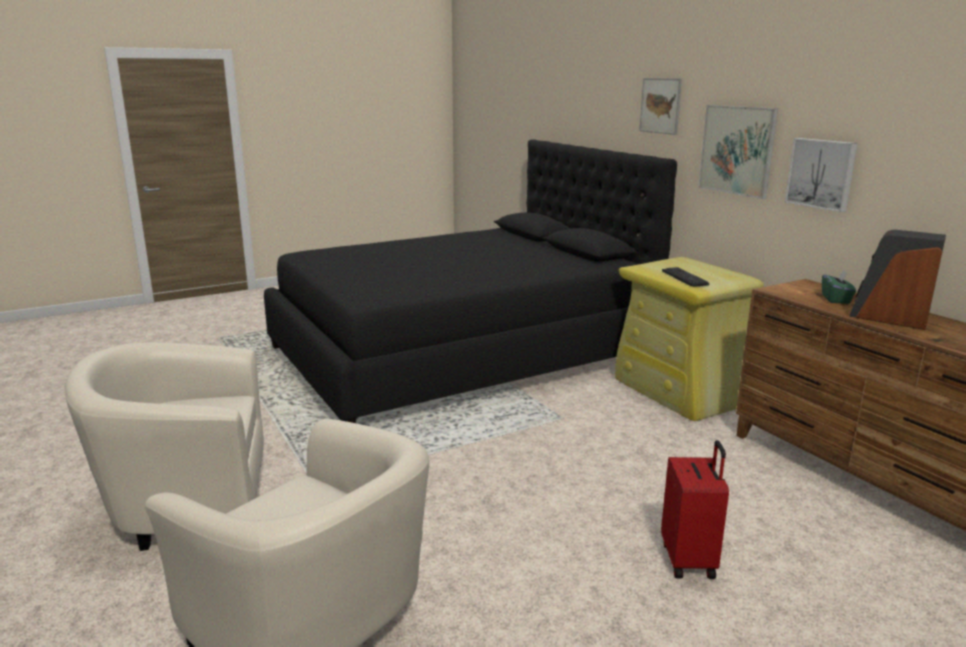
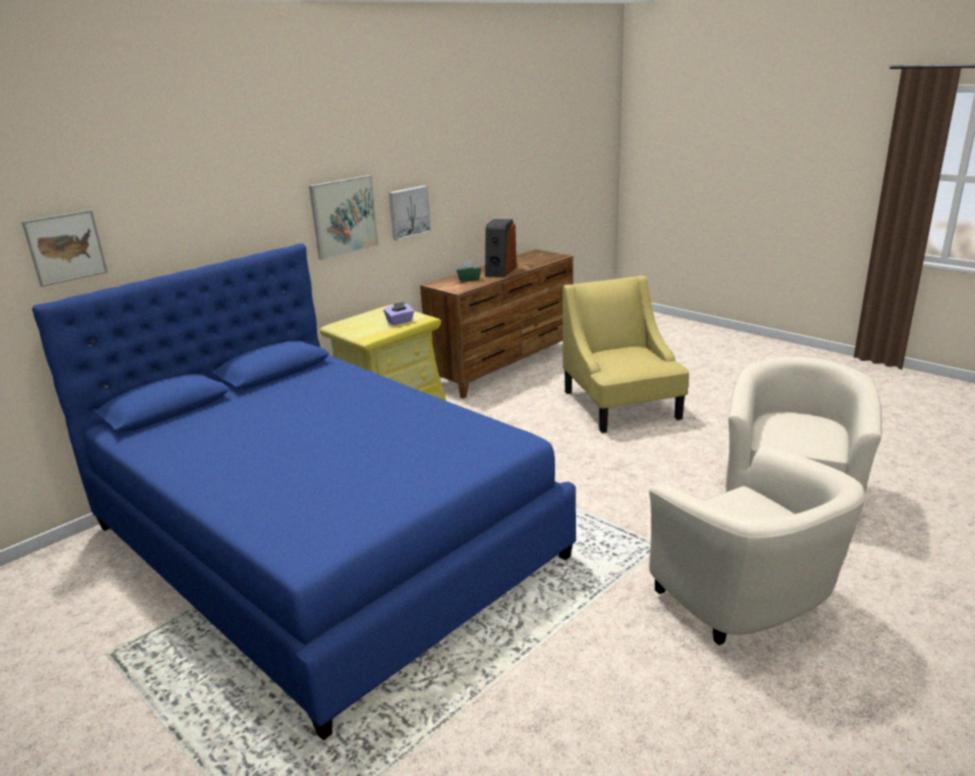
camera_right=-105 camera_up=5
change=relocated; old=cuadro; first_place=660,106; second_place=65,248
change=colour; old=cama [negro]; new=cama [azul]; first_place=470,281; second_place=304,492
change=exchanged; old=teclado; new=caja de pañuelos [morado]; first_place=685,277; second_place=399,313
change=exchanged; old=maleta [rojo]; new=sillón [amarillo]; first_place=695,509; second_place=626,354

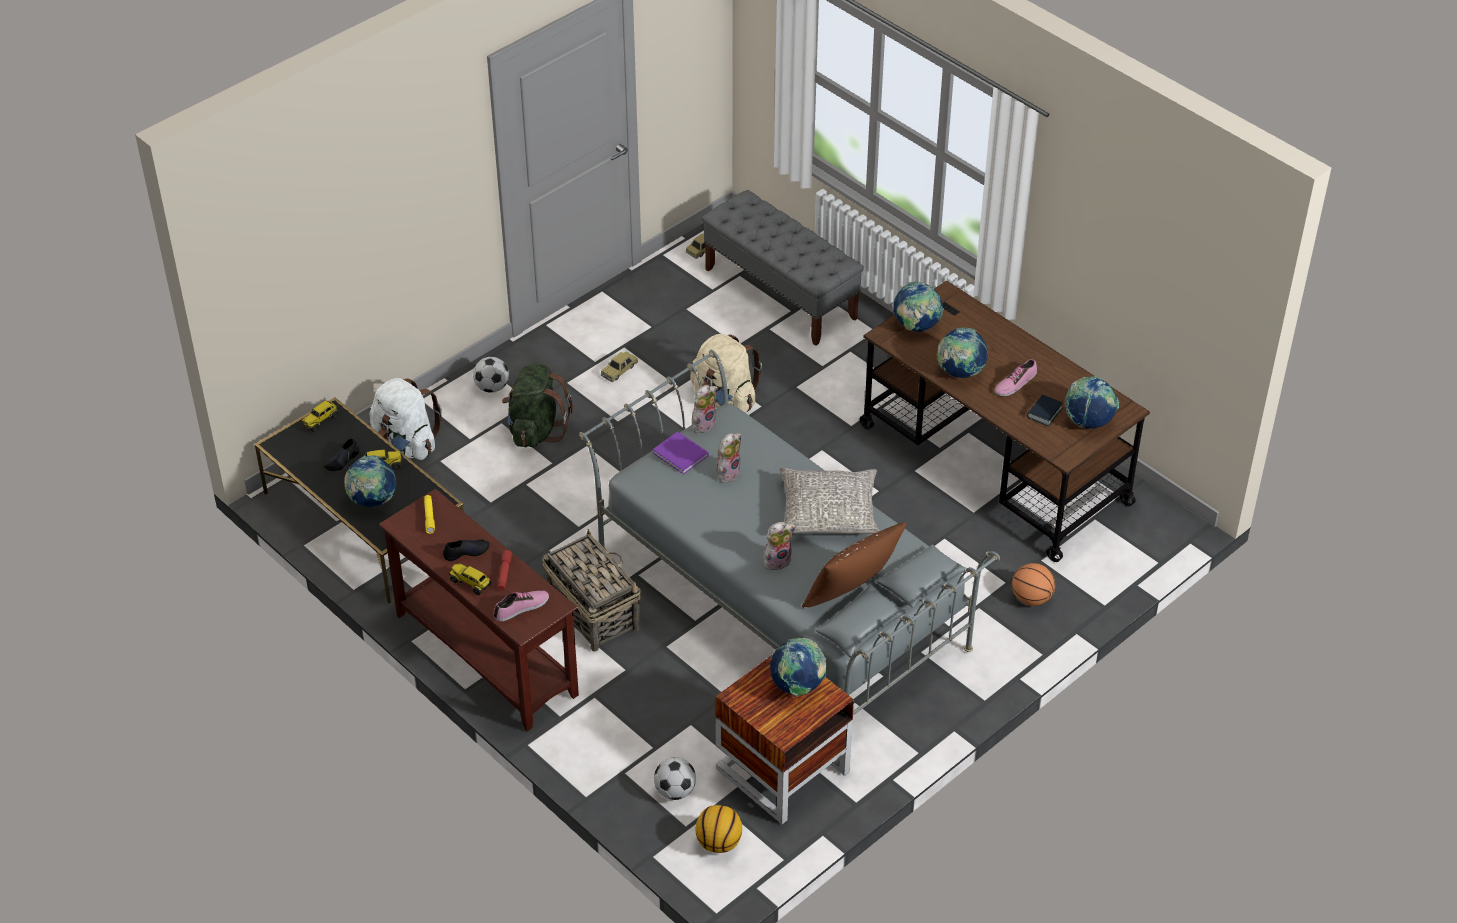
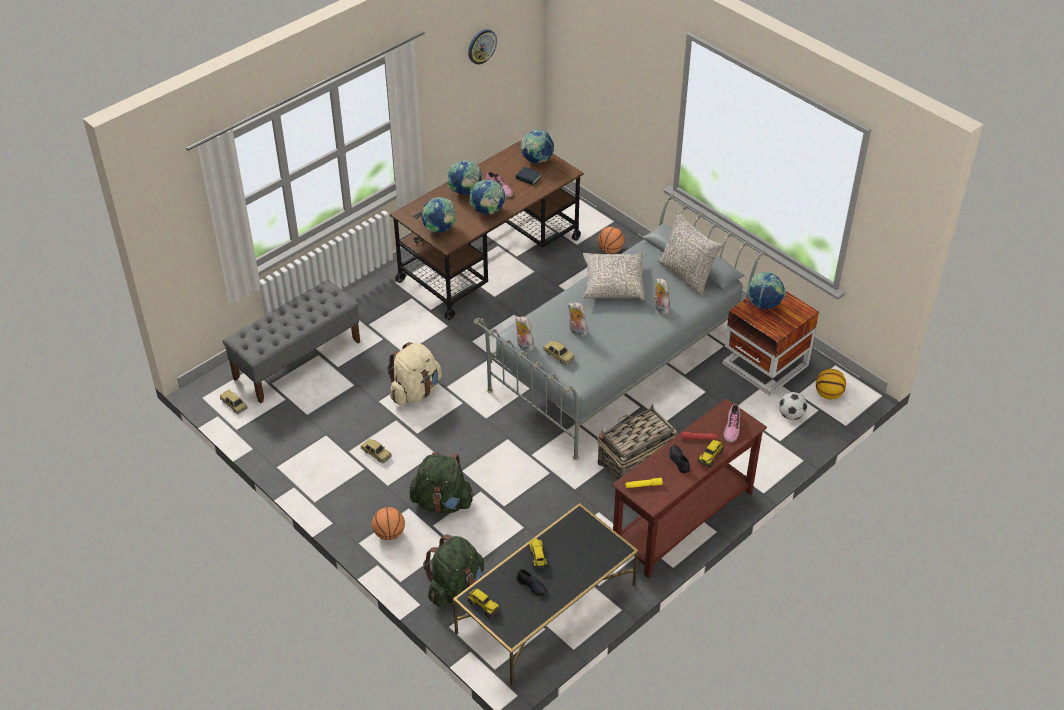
camera_right=-90 camera_up=0
change=exchanged; old=balón de fútbol; new=balón de baloncesto; first_place=491,375; second_place=388,523
change=colour; old=mochila [blanco]; new=mochila [verde]; first_place=406,419; second_place=453,570
change=relocated; old=globo terráqueo; first_place=370,481; second_place=464,177
change=appeared; new=reloj de pared; second_place=482,46
change=exchanged; old=libro [morado]; new=coche de juguete; first_place=681,452; second_place=559,353
change=colour; old=cojín [marrón]; new=cojín [gris]; first_place=854,565; second_place=690,253
change=spun; old=zapato; first_place=521,605; second_place=732,423; degrees=-135

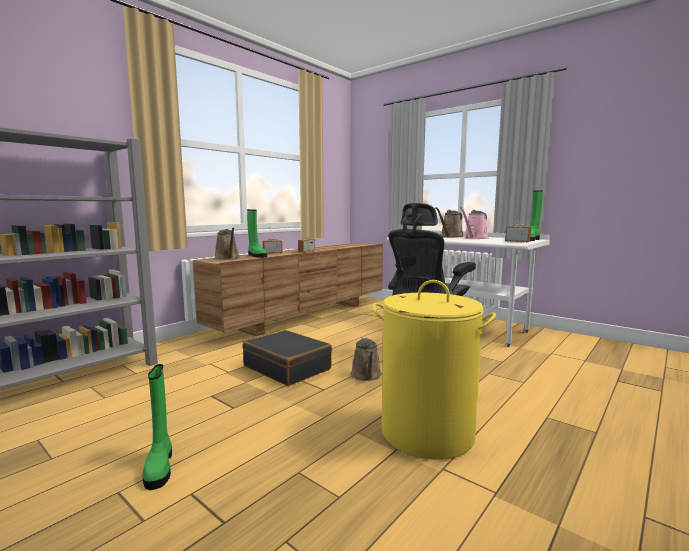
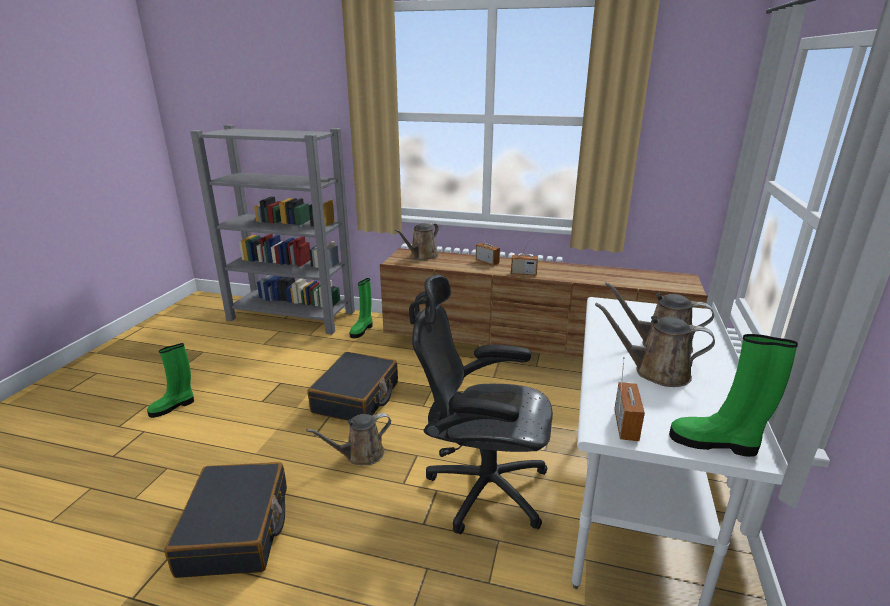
camera_right=65 camera_up=15
change=exchanged; old=cesto de la ropa [amarillo]; new=maleta [negro]; first_place=434,370; second_place=226,520
change=relocated; old=bota [verde]; first_place=257,233; second_place=361,308
change=colour; old=regadera [rosa]; new=regadera [marrón]; first_place=474,223; second_place=655,345

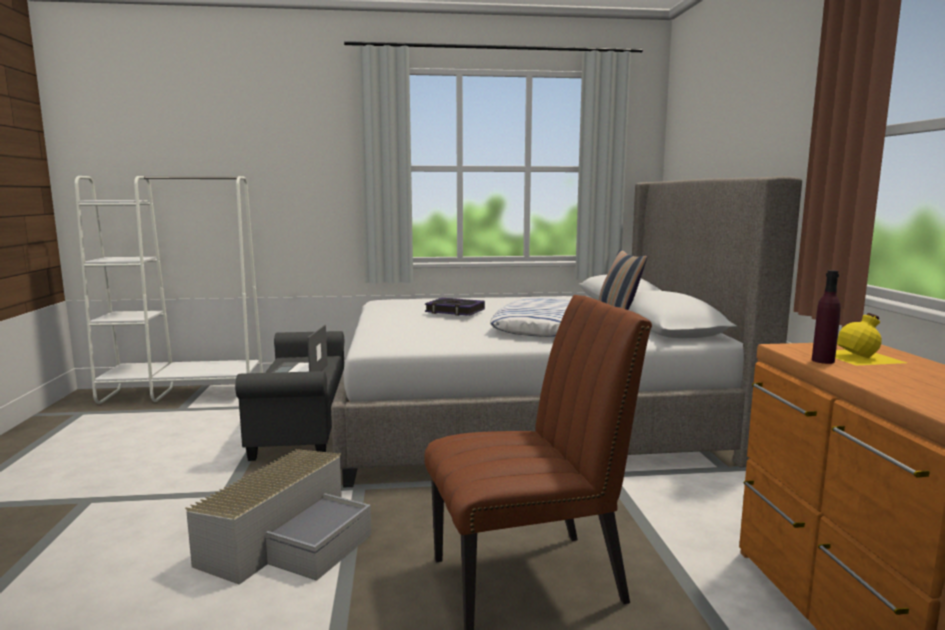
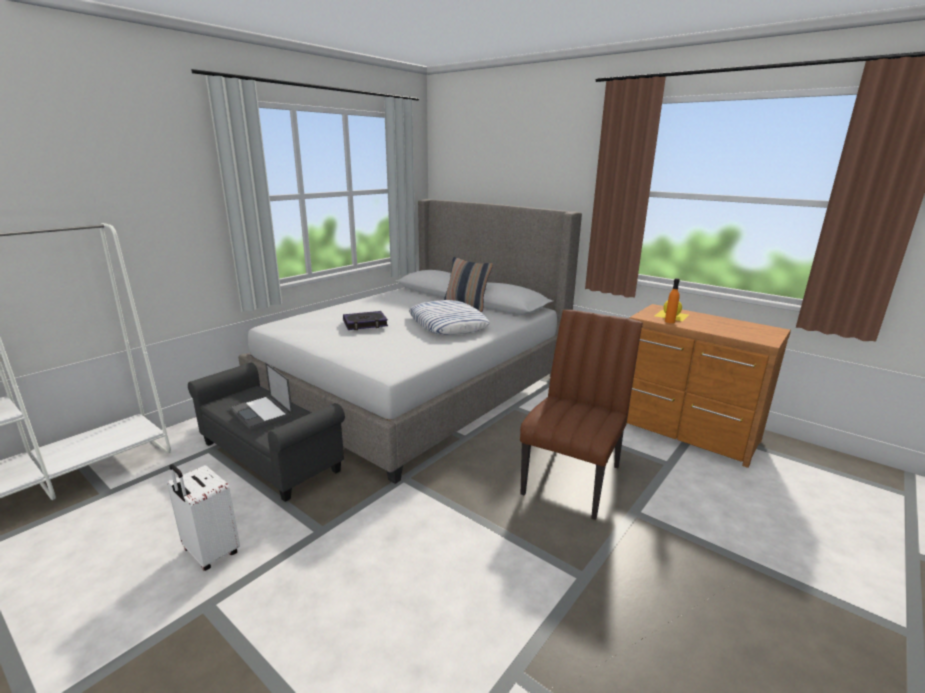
camera_right=-45 camera_up=10
change=appeared; new=maleta [blanco]; second_place=203,517
change=colour; old=botella [morado]; new=botella [naranja]; first_place=826,317; second_place=672,300
change=missing; old=caja de almacenaje [gris]; first_place=278,517

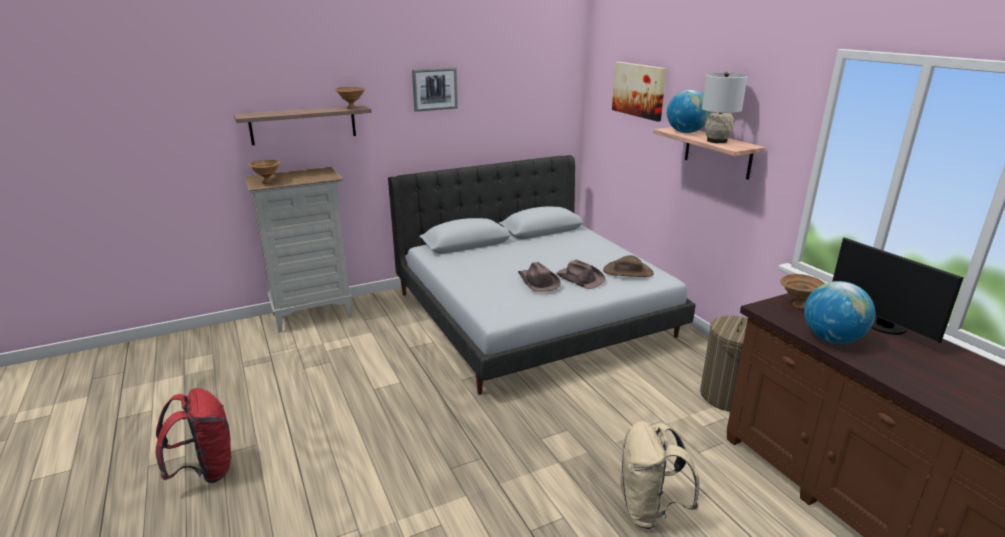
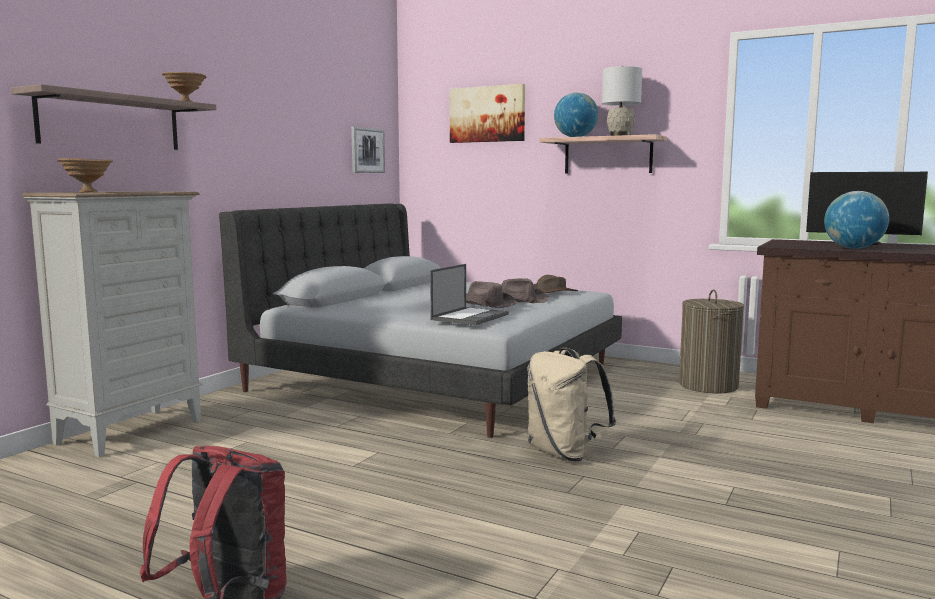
camera_right=-35 camera_up=-15
change=relocated; old=cuadro; first_place=435,90; second_place=368,150
change=appeared; new=portátil; second_place=469,294
change=relocated; old=mochila [beis]; first_place=659,475; second_place=571,404
change=missing; old=cuenco [marrón]; first_place=802,291

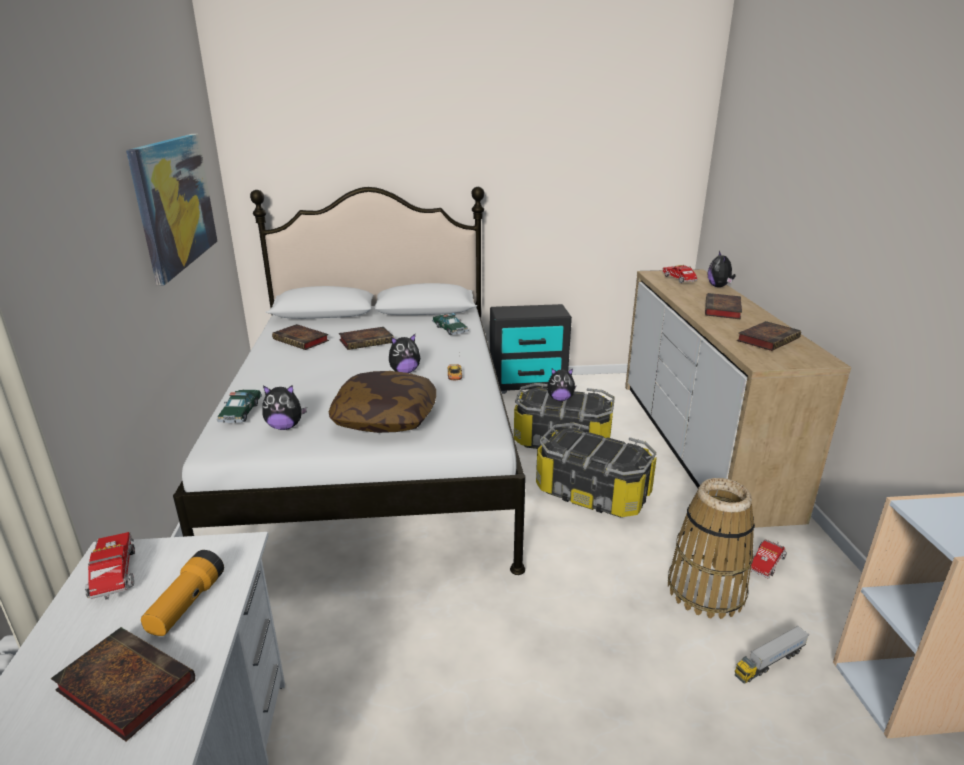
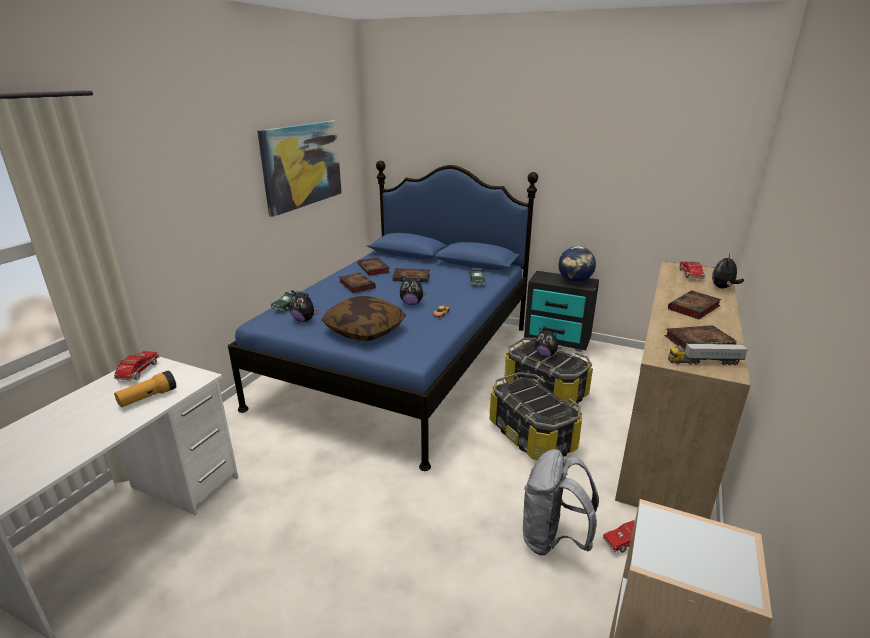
camera_right=30 camera_up=0
change=colour; old=cama [blanco]; new=cama [azul]; first_place=349,381; second_place=383,316
change=relocated; old=libro; first_place=122,684; second_place=357,283
change=exchanged; old=cesta; new=mochila [gris]; first_place=711,548; second_place=561,502
change=appeared; new=globo terráqueo; second_place=577,264
change=relocated; old=camión de juguete; first_place=772,654; second_place=708,354

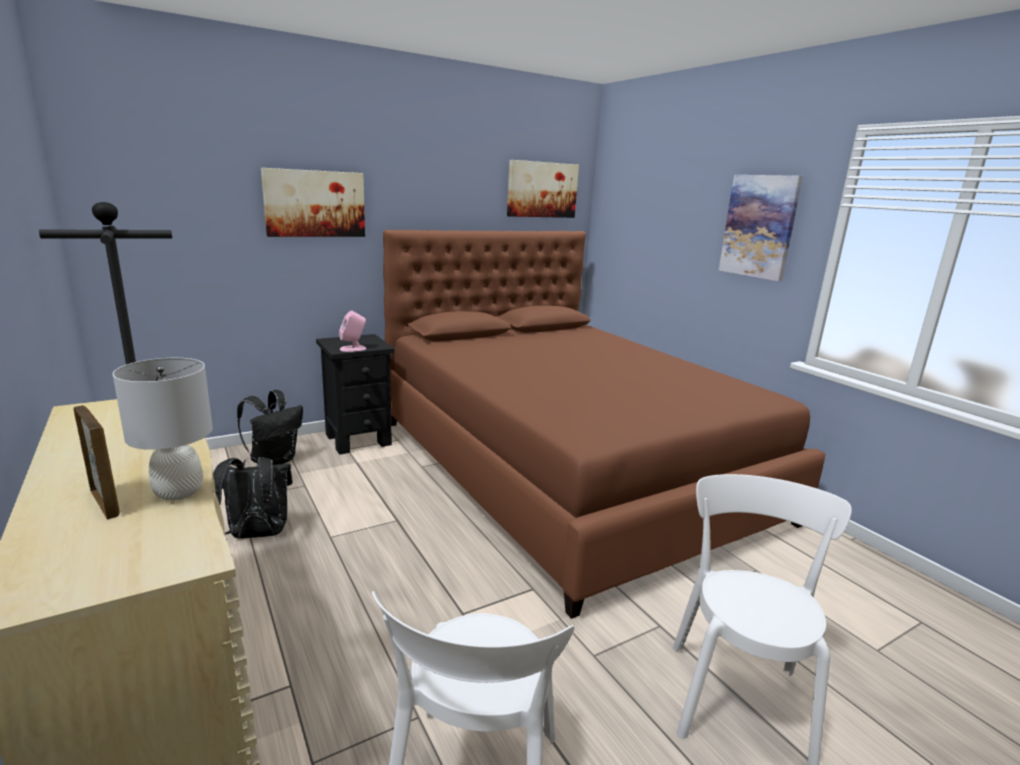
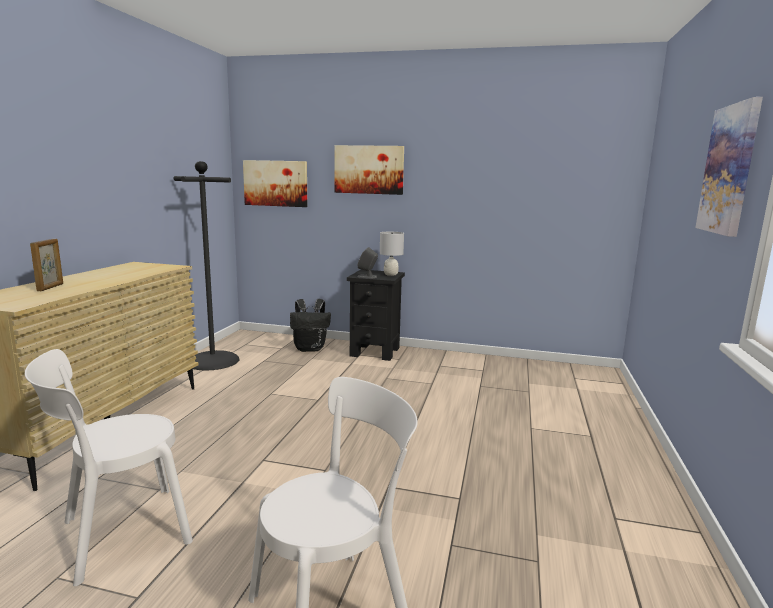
camera_right=45 camera_up=-5
change=relocated; old=cuadro; first_place=543,189; second_place=275,183
change=colour; old=altavoz [rosa]; new=altavoz [gris]; first_place=352,331; second_place=367,262
change=relocated; old=lámpara de mesa [gris]; first_place=163,429; second_place=392,254
change=missing; old=mochila [negro]; first_place=253,498
change=missing; old=cama [marrón]; first_place=604,424

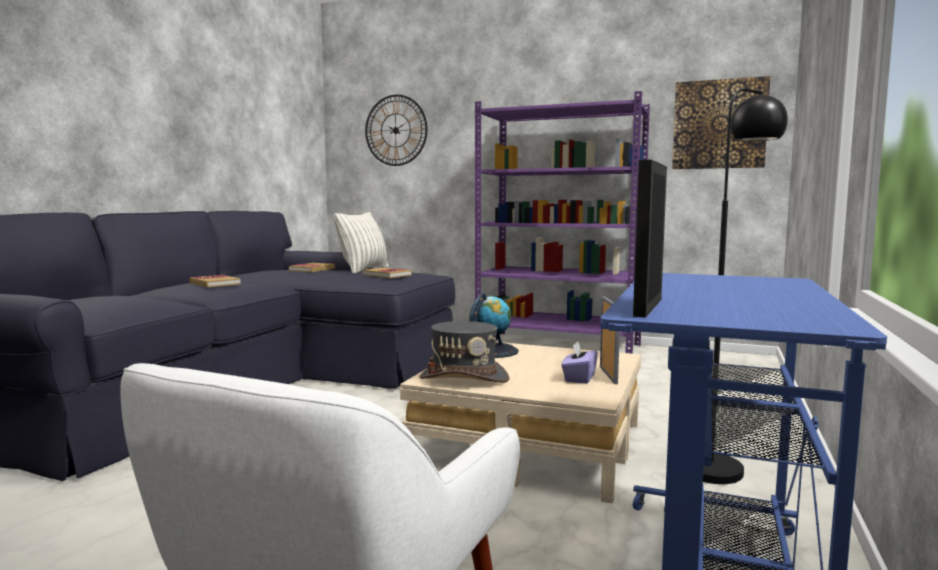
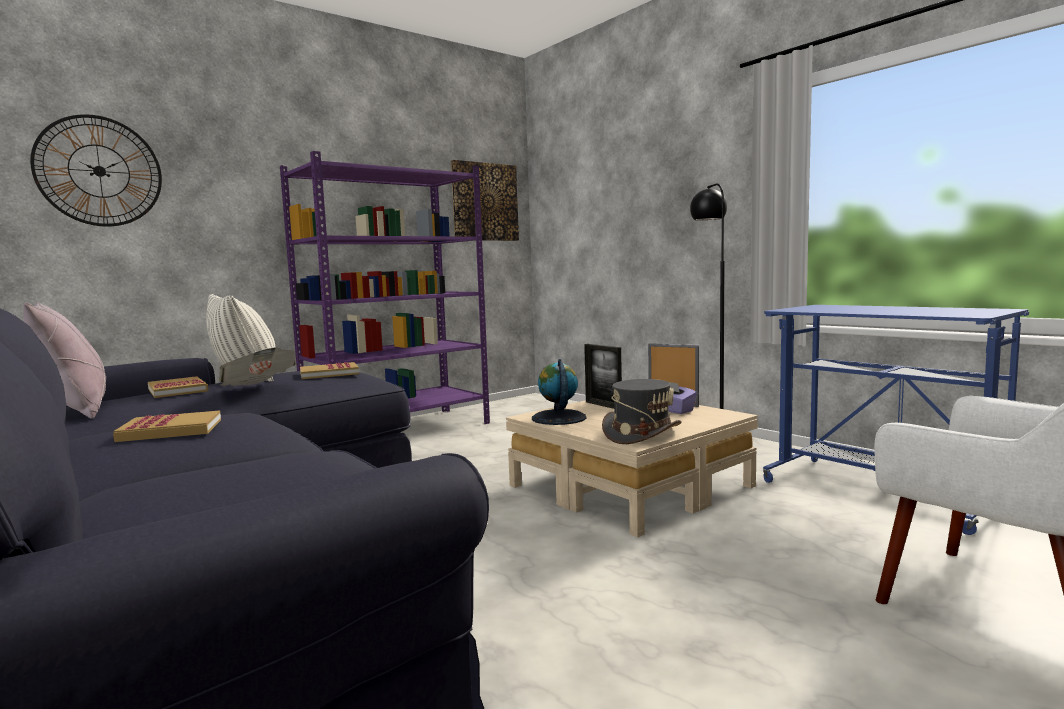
camera_right=-60 camera_up=0
change=appeared; new=cojín [morado]; second_place=64,360
change=appeared; new=periódico; second_place=257,367
change=relocated; old=portarretratos; first_place=650,239; second_place=603,376

